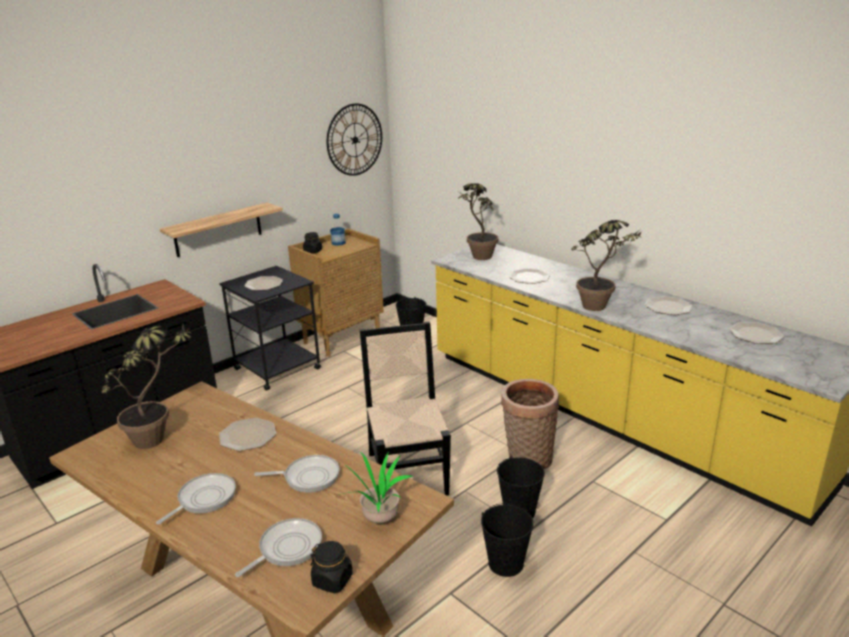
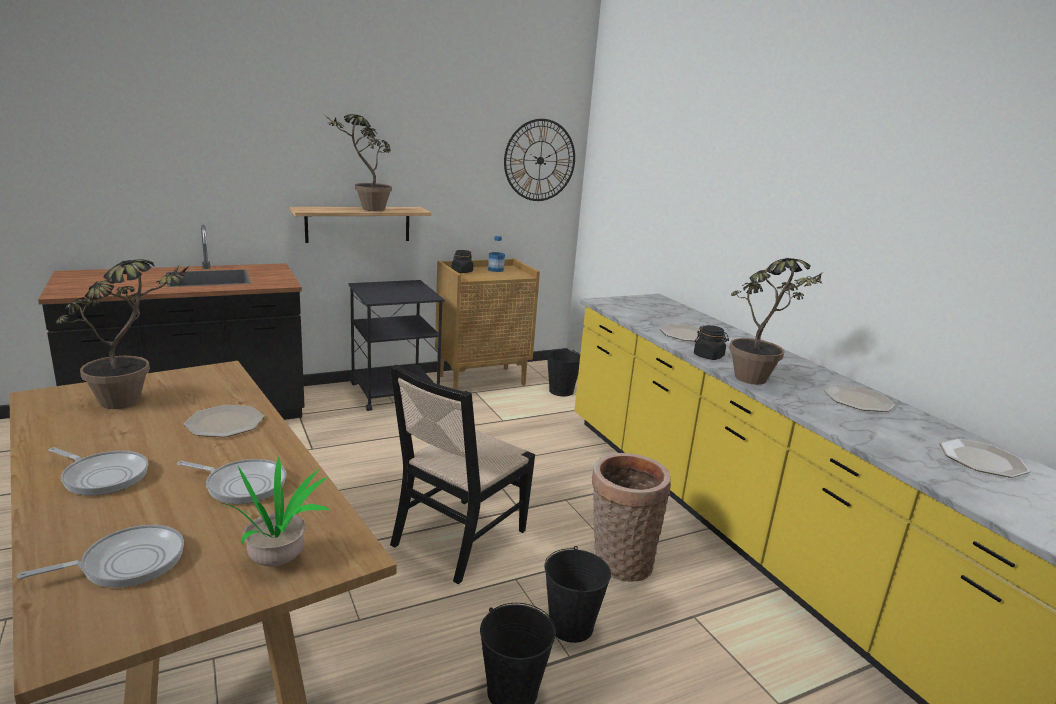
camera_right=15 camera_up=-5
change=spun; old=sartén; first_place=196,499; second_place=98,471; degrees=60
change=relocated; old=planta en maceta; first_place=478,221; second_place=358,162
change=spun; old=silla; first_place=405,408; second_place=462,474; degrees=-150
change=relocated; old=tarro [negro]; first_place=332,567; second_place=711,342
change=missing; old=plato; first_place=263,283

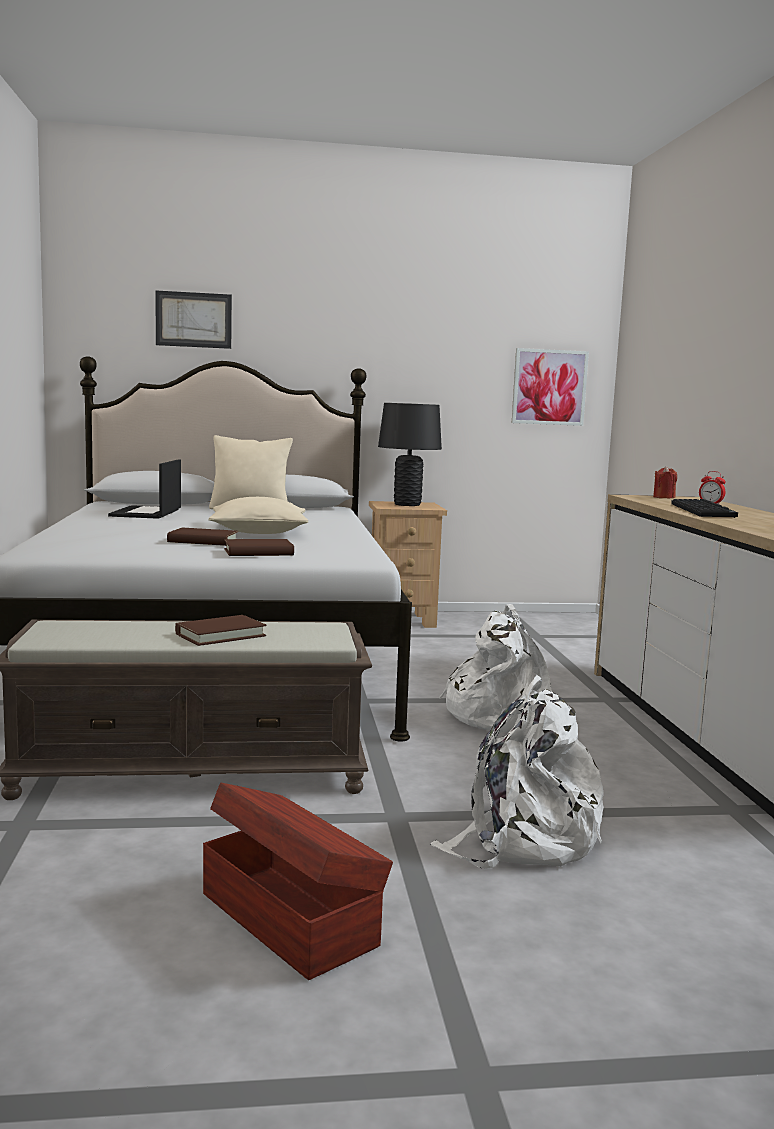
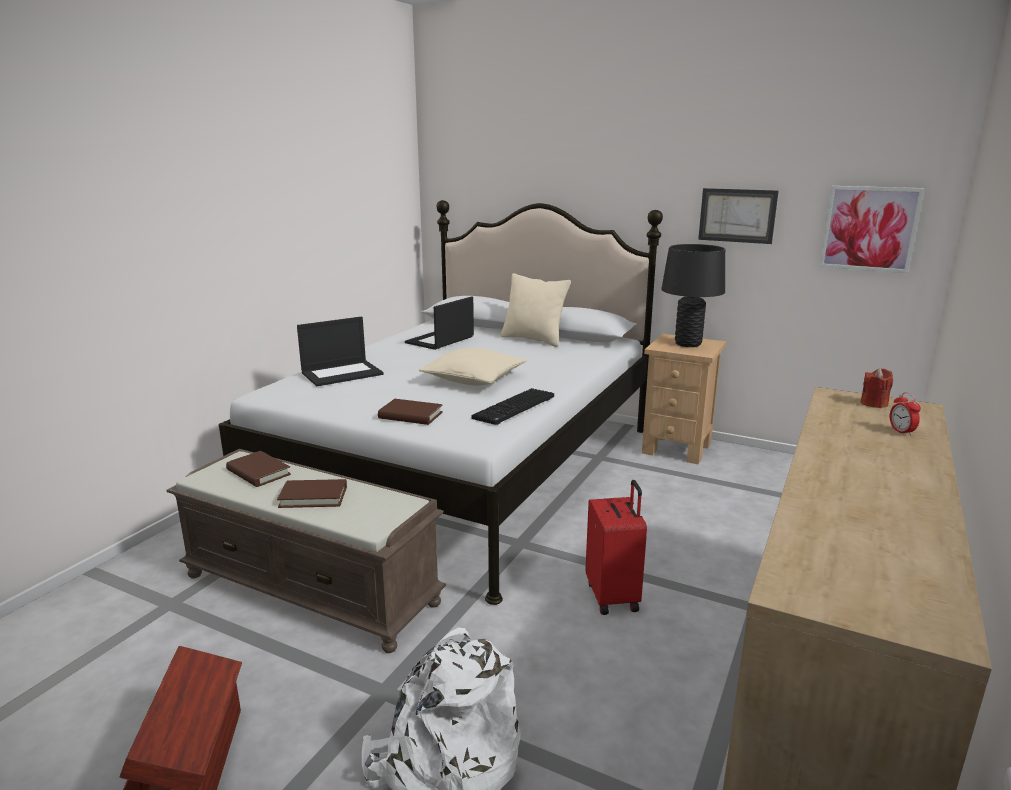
camera_right=35 camera_up=10
change=relocated; old=libro [marrón]; first_place=202,537; second_place=258,469
change=appeared; new=portátil; second_place=340,351
change=relocated; old=teclado; first_place=704,508; second_place=512,406
change=exchanged; old=mochila [blanco]; new=maleta [rojo]; first_place=495,668; second_place=616,547
change=relocated; old=cuadro; first_place=193,320; second_place=738,216

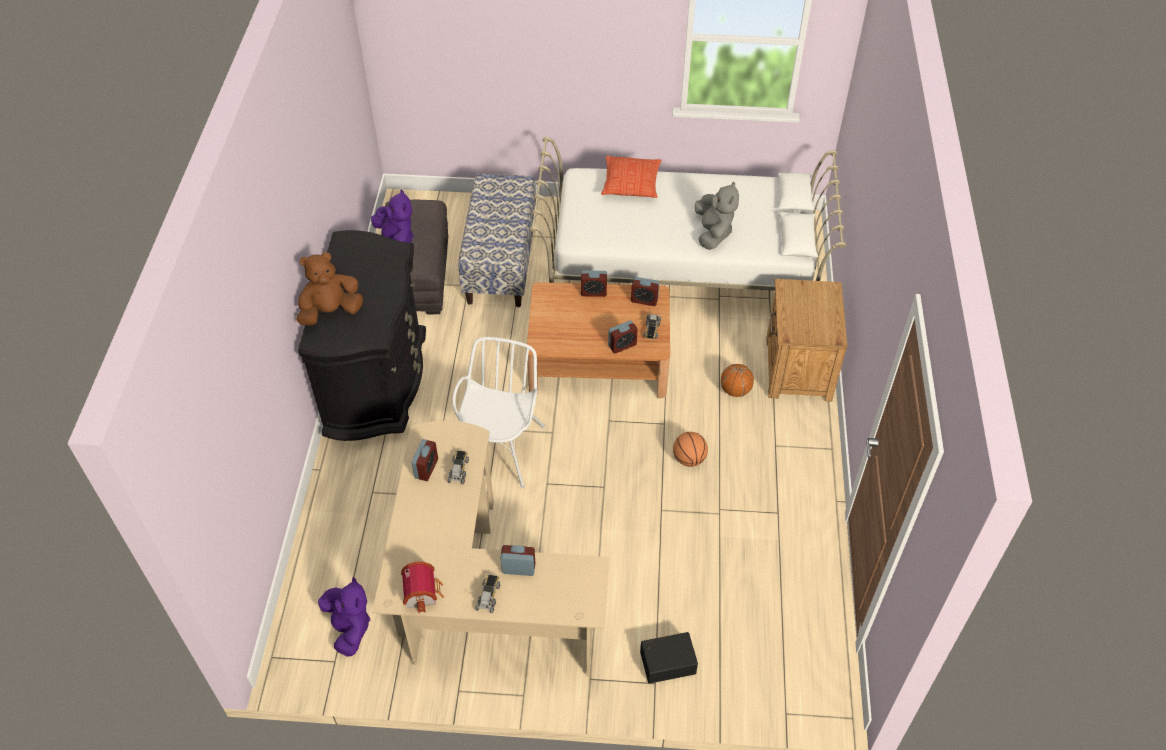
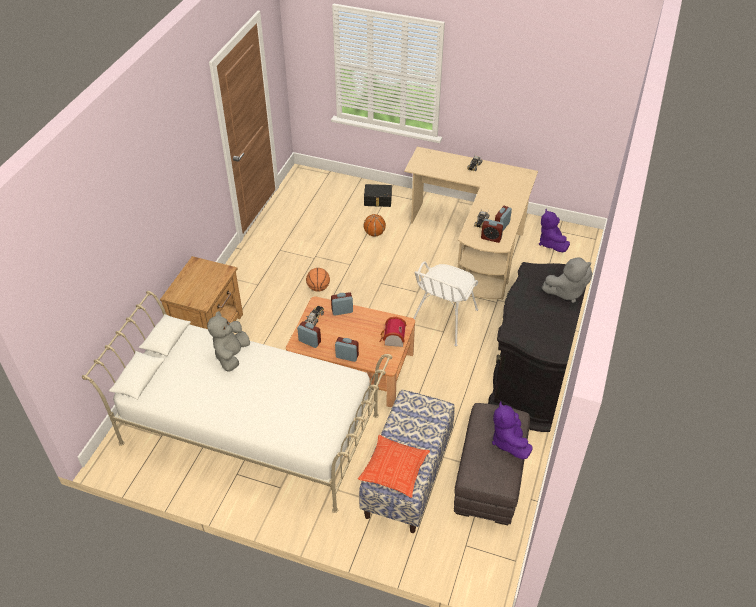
camera_right=-165 camera_up=-5
change=relocated; old=cojín [naranja]; first_place=631,177; second_place=394,466
change=relocated; old=balón de baloncesto; first_place=737,380; second_place=375,225
change=relocated; old=casita; first_place=422,587; second_place=392,332
change=relocated; old=despertador; first_place=517,560; second_place=492,231
change=colour; old=peluche [marrón]; new=peluche [gris]; first_place=329,288; second_place=567,280

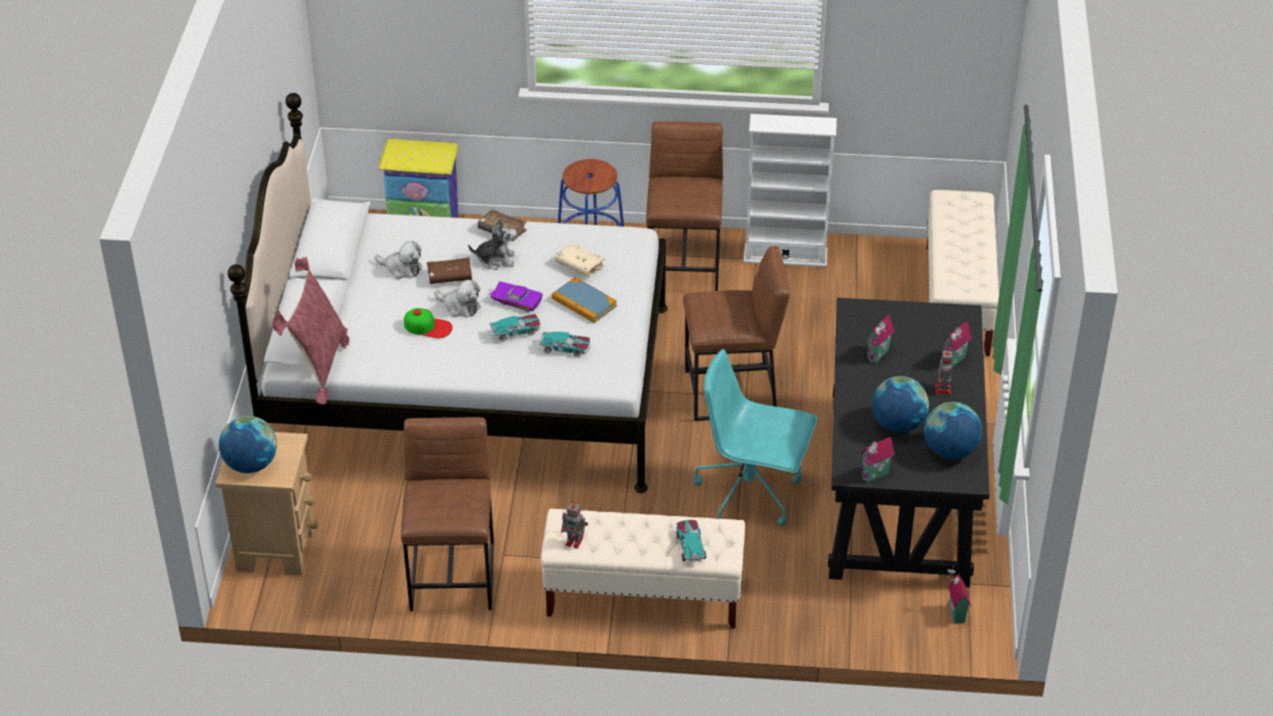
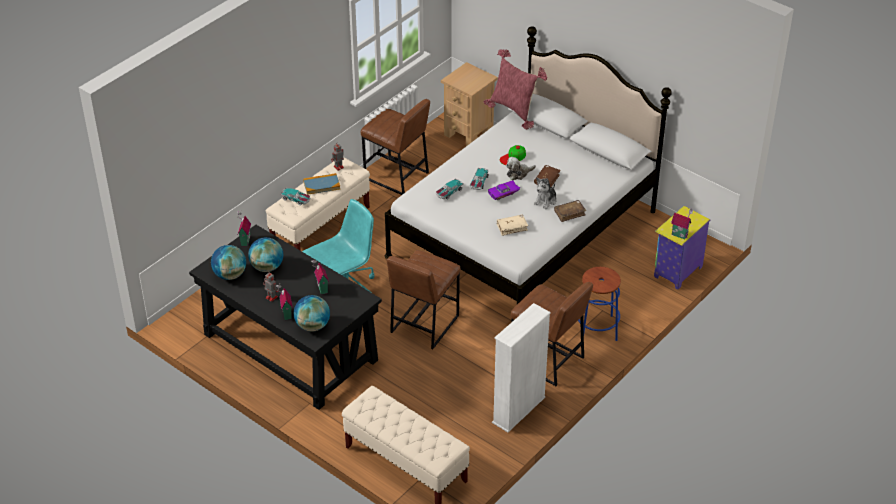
camera_right=125 camera_up=0
change=relocated; old=globo terráqueo; first_place=248,444; second_place=312,313
change=relocated; old=libro; first_place=584,300; second_place=321,184
change=relocated; old=casita; first_place=959,595; second_place=682,224
change=missing; old=peluche; first_place=398,260

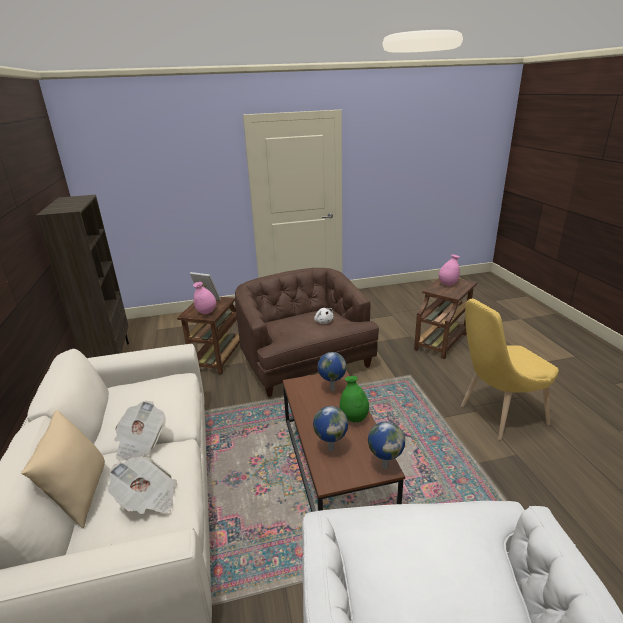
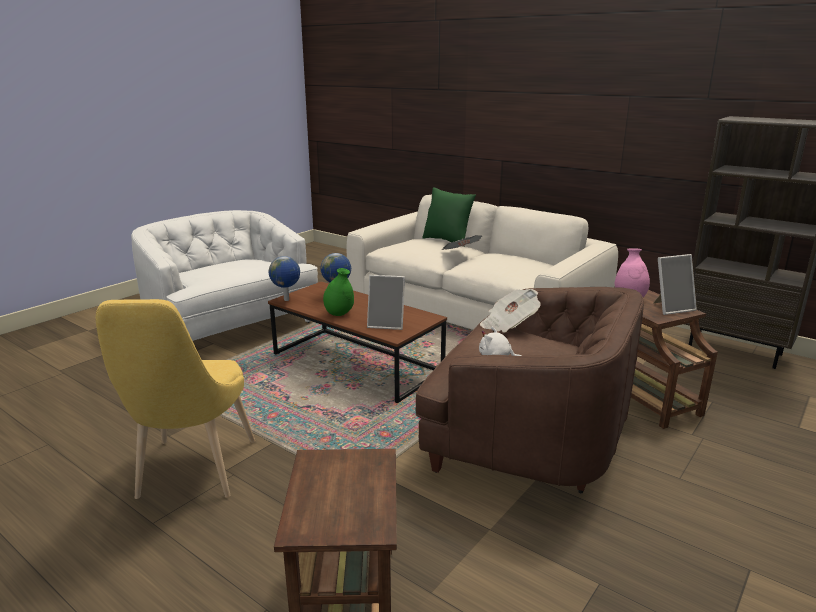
camera_right=140 camera_up=-5
change=spun; old=silla [amarillo]; first_place=510,369; second_place=175,399; degrees=150
change=exchanged; old=globo terráqueo; new=portarretratos; first_place=332,371; second_place=386,302
change=colour; old=cojín [beis]; new=cojín [verde]; first_place=63,469; second_place=449,217
change=relocated; old=periódico; first_place=142,485; second_place=510,310
change=missing; old=florero [rosa]; first_place=449,270

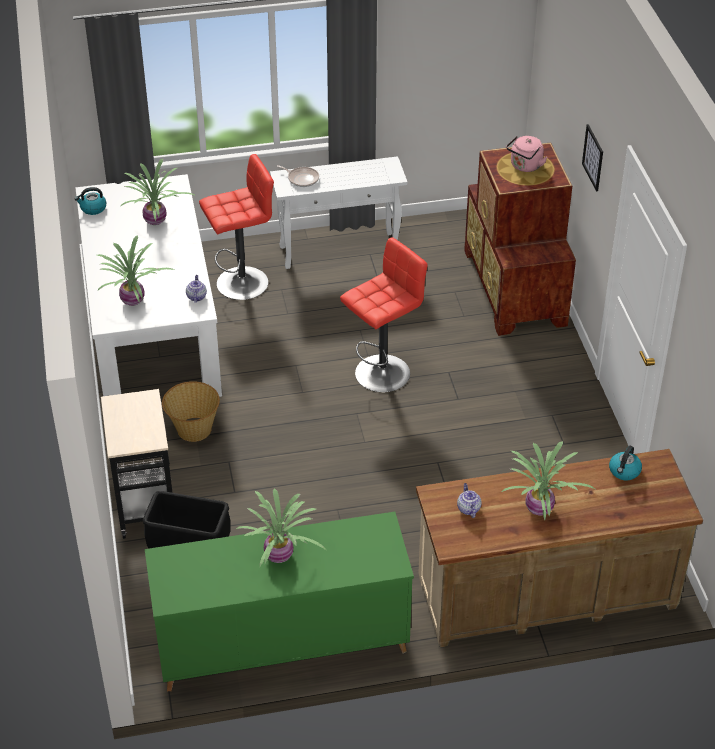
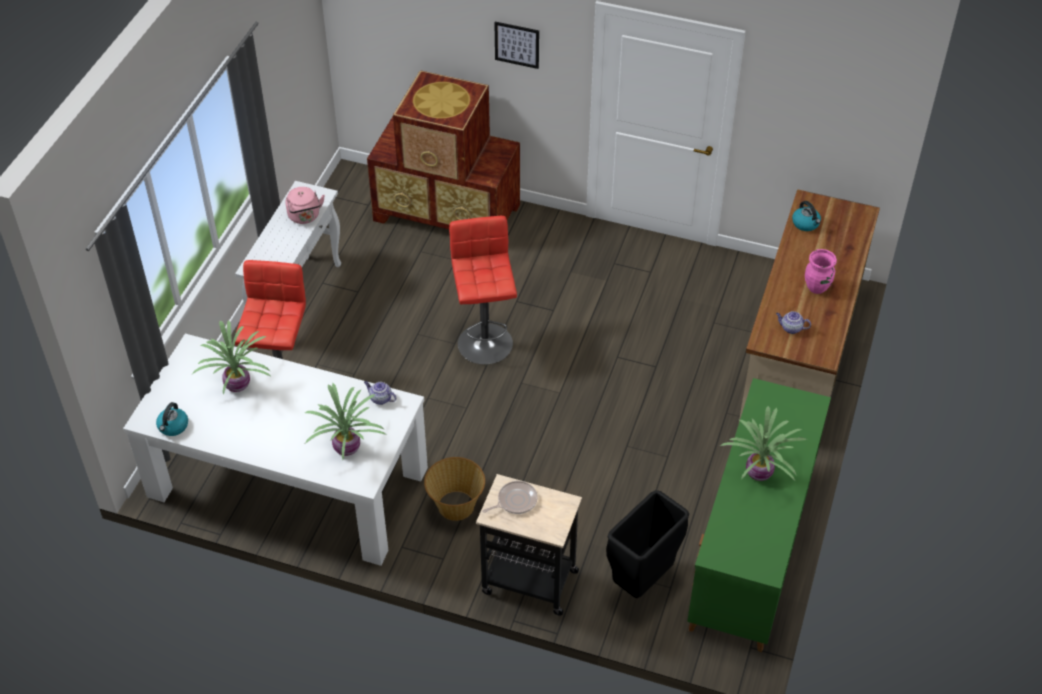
camera_right=-60 camera_up=5
change=relocated; old=hervidor [rosa]; first_place=526,154; second_place=305,205
change=relocated; old=sartén; first_place=298,176; second_place=510,497
change=exchanged; old=planta en maceta; new=florero [rosa]; first_place=548,480; second_place=821,271

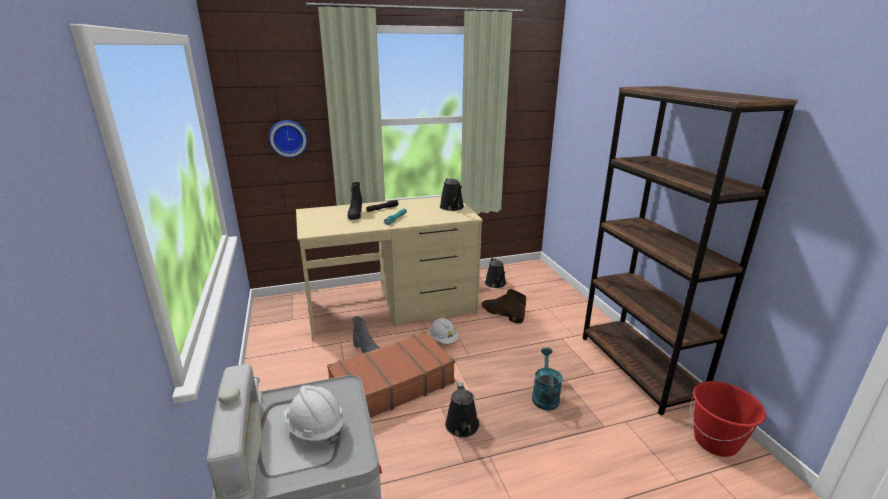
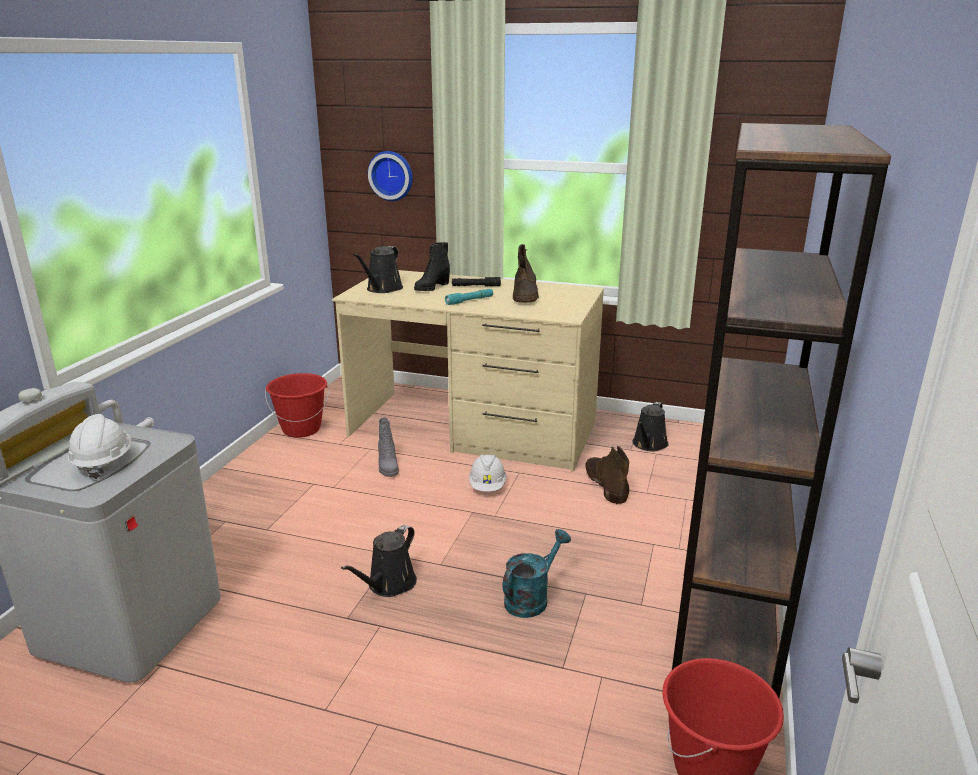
camera_right=35 camera_up=0
change=appeared; new=cubo [rojo]; second_place=297,405
change=relocated; old=regadera [negro]; first_place=452,194; second_place=378,269
change=appeared; new=bota [marrón]; second_place=526,273
change=missing; old=maleta [marrón]; first_place=391,374

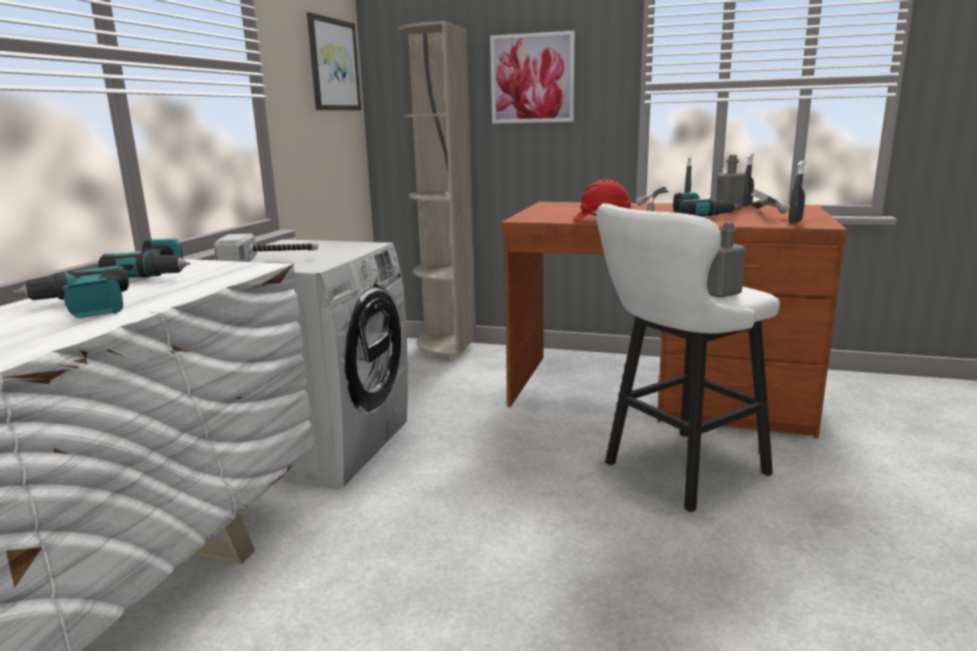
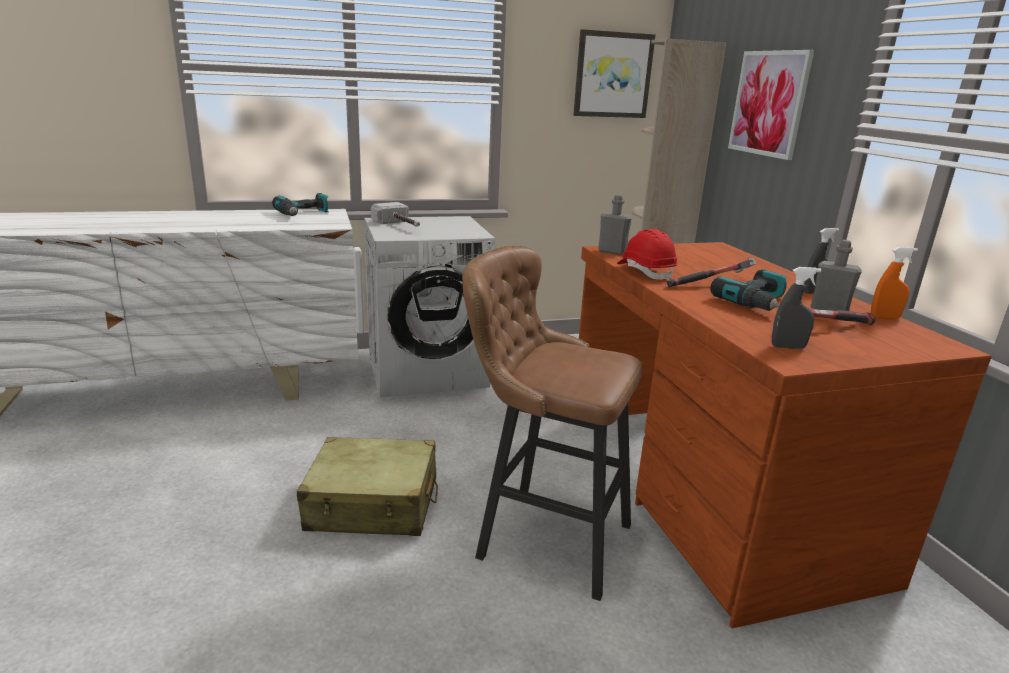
camera_right=55 camera_up=5
change=appeared; new=maleta [beis]; second_place=367,486
change=colour; old=taburete [blanco]; new=taburete [marrón]; first_place=688,357; second_place=552,423
change=relocated; old=botella [gris]; first_place=726,260; second_place=615,225
change=colour; old=pulverizador [gris]; new=pulverizador [naranja]; first_place=749,179; second_place=894,283
change=missing; old=taladro; first_place=71,291

